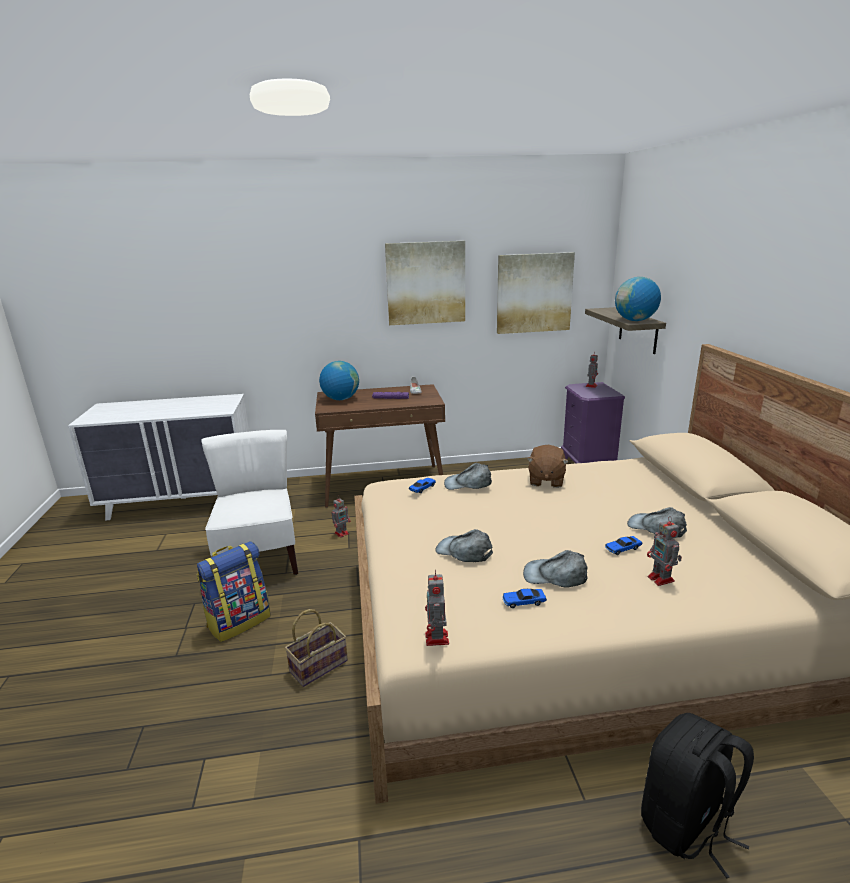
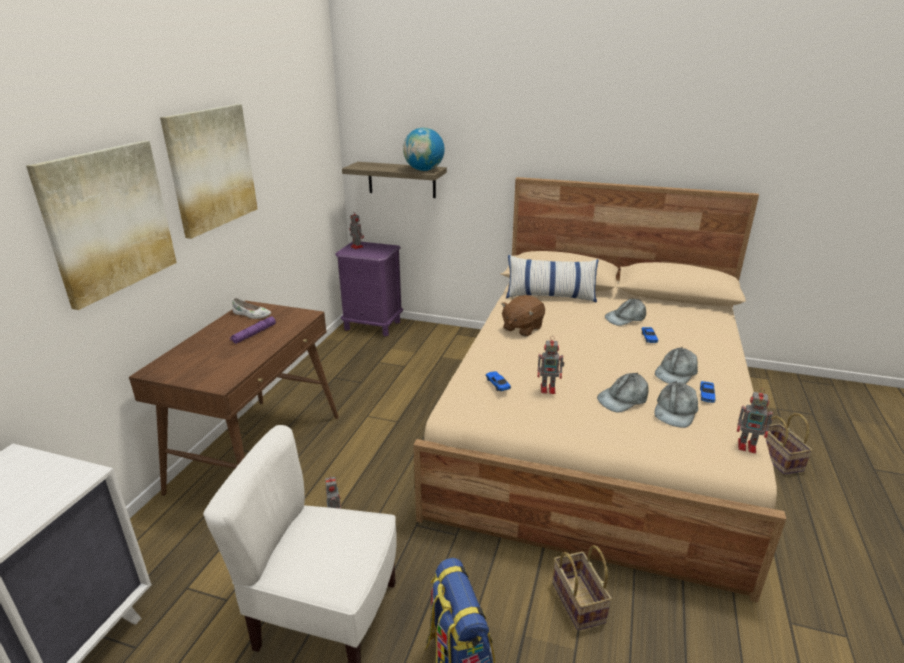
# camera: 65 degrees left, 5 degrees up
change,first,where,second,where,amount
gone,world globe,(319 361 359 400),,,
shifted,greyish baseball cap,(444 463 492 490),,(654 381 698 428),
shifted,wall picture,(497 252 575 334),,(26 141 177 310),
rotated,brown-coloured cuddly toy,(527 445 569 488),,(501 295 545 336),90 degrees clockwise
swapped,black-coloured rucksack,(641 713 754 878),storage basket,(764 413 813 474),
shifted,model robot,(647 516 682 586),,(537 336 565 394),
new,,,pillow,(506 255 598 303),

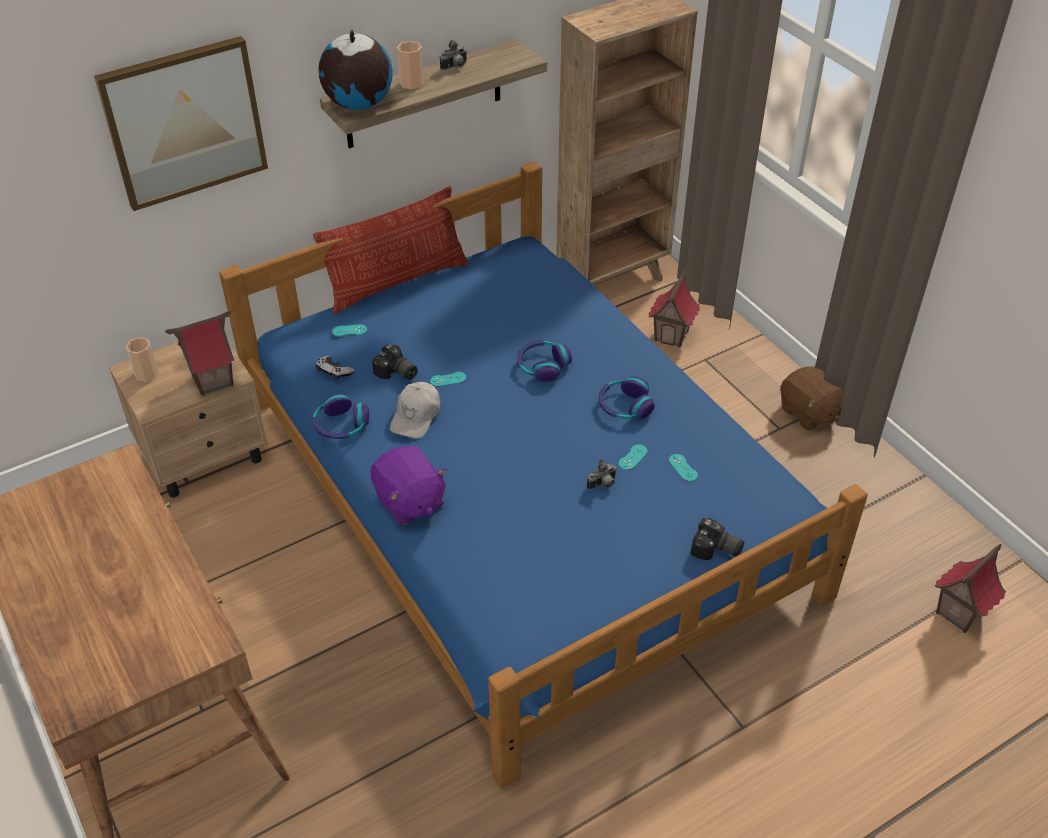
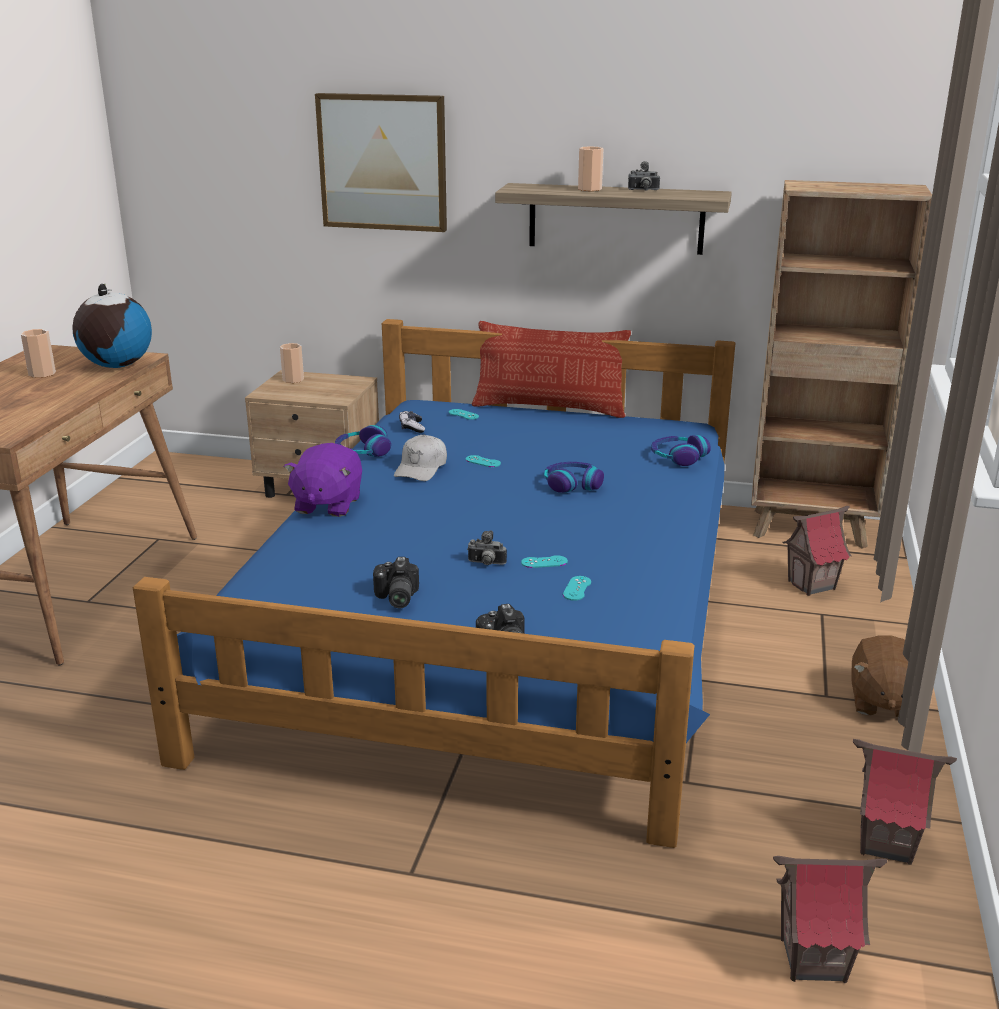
# camera: 45 degrees right, 20 degrees down
change,first,where,second,where,amount
shifted,toy house,(165 311 234 396),,(853 739 957 865),
shifted,world globe,(318 29 393 110),,(72 284 152 368),
shifted,still camera,(372 344 418 380),,(373 557 419 608),
rotated,white baseball cap,(390 382 440 439),,(394 435 447 481),45 degrees counterclockwise
shifted,headphones,(599 377 655 419),,(651 435 711 466),
new,,,drinking cup,(21 329 56 378),

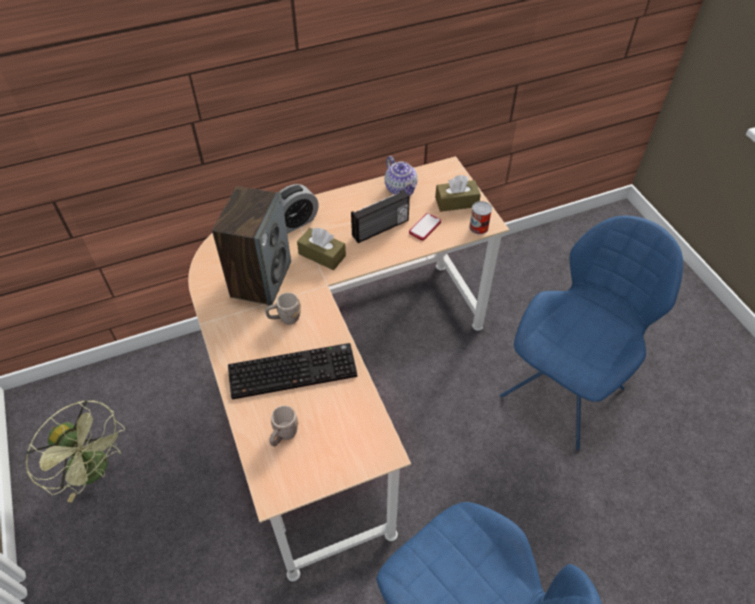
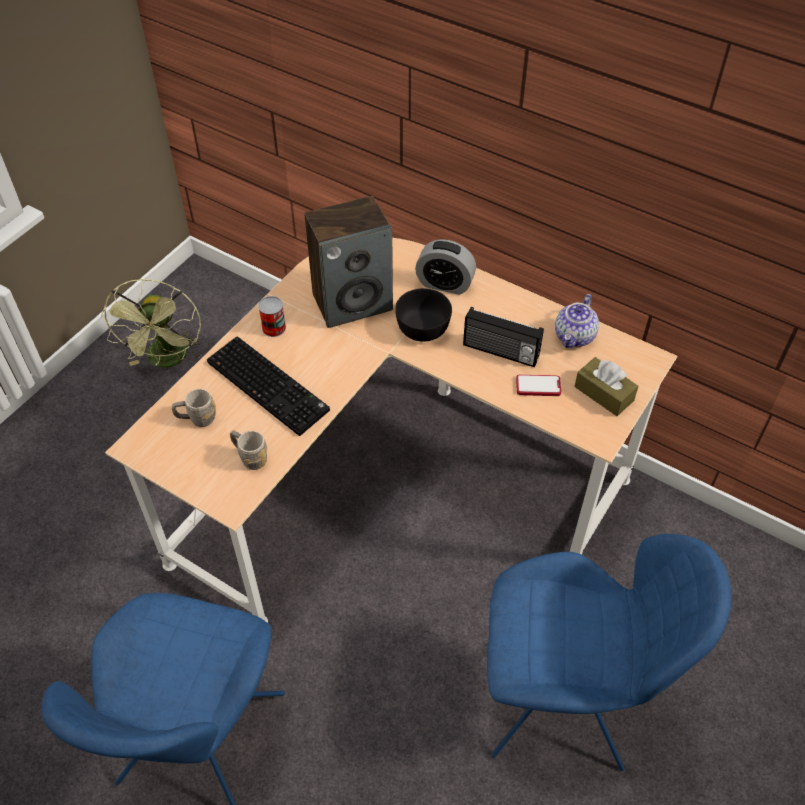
# camera: 55 degrees right, 0 degrees up
change,first,where,second,where,amount
shifted,greyish tea mug,(265 292 301 325),,(230 431 267 470),
swapped,brown-coloured tissue holder,(297 228 346 270),black-coloured serving bowl,(395 288 452 342),
shifted,sealed can,(469 201 492 234),,(258 296 286 337),

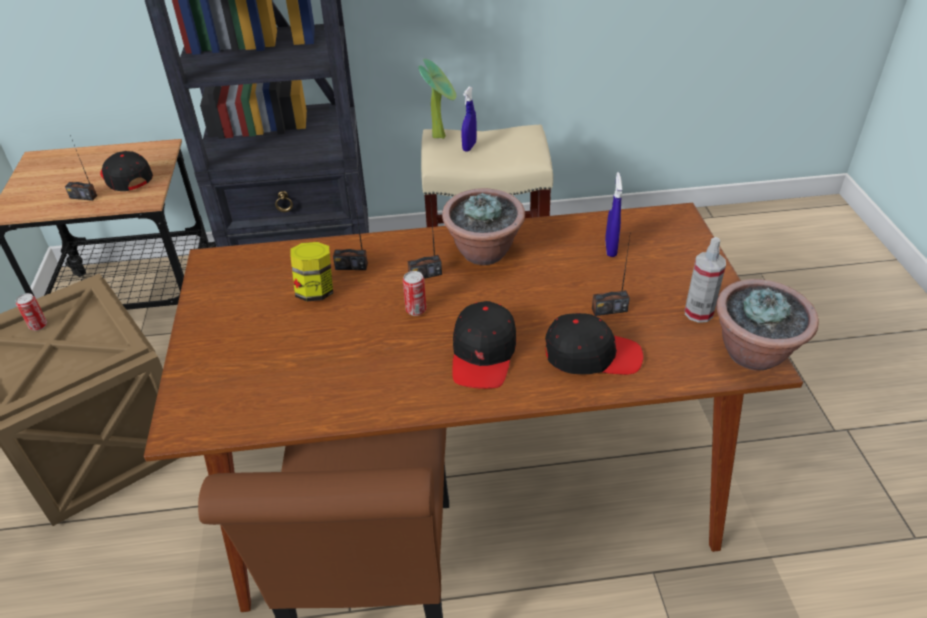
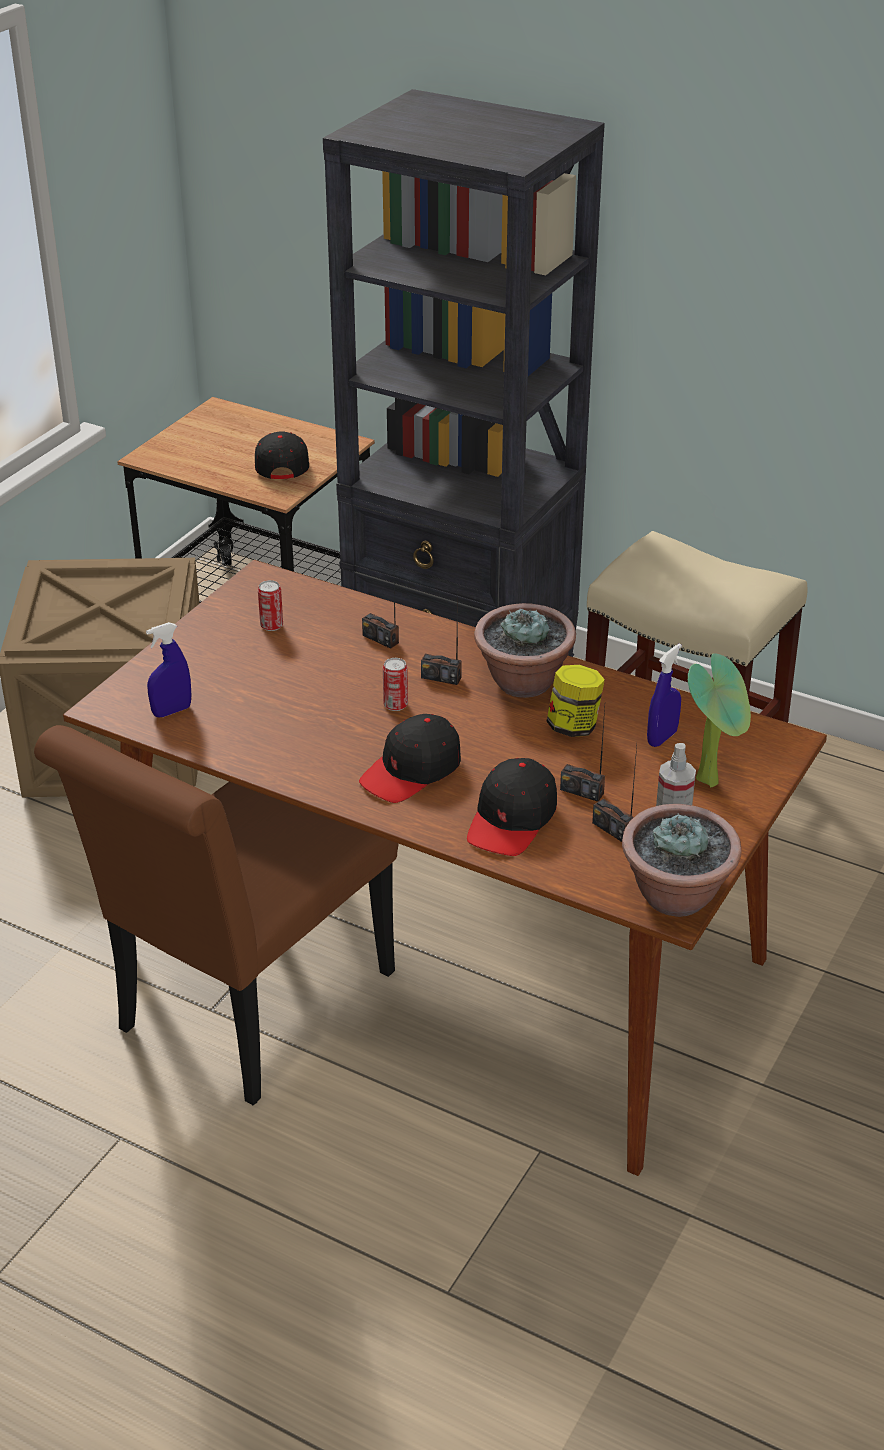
# camera: 35 degrees right, 5 degrees down
change,first,where,second,where,amount
shifted,sealed can,(16 293 47 331),,(258 580 283 631),
shifted,radio,(65 135 97 201),,(592 747 637 842),
shifted,preserve jar,(290 242 333 301),,(547 665 605 737),
shifted,potted plant,(418 59 456 139),,(688 653 751 787),
shifted,bluish hand sprayer,(462 86 477 152),,(146 622 191 717),
rotated,black-coloured baseball cap,(545 313 643 375),,(467 758 557 856),75 degrees clockwise

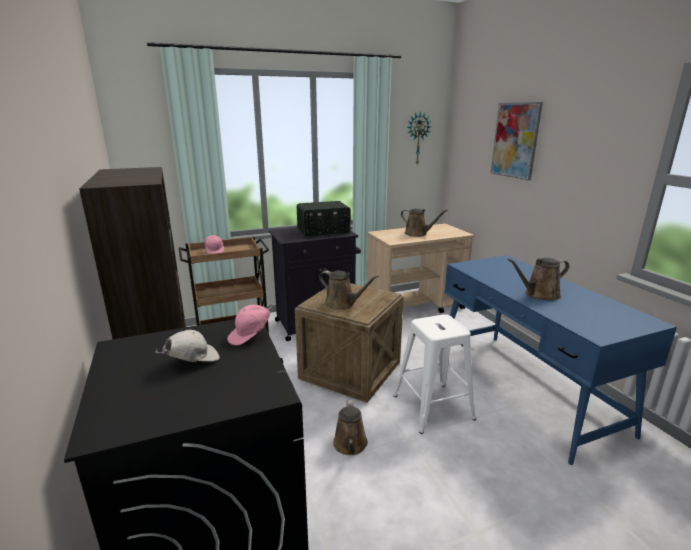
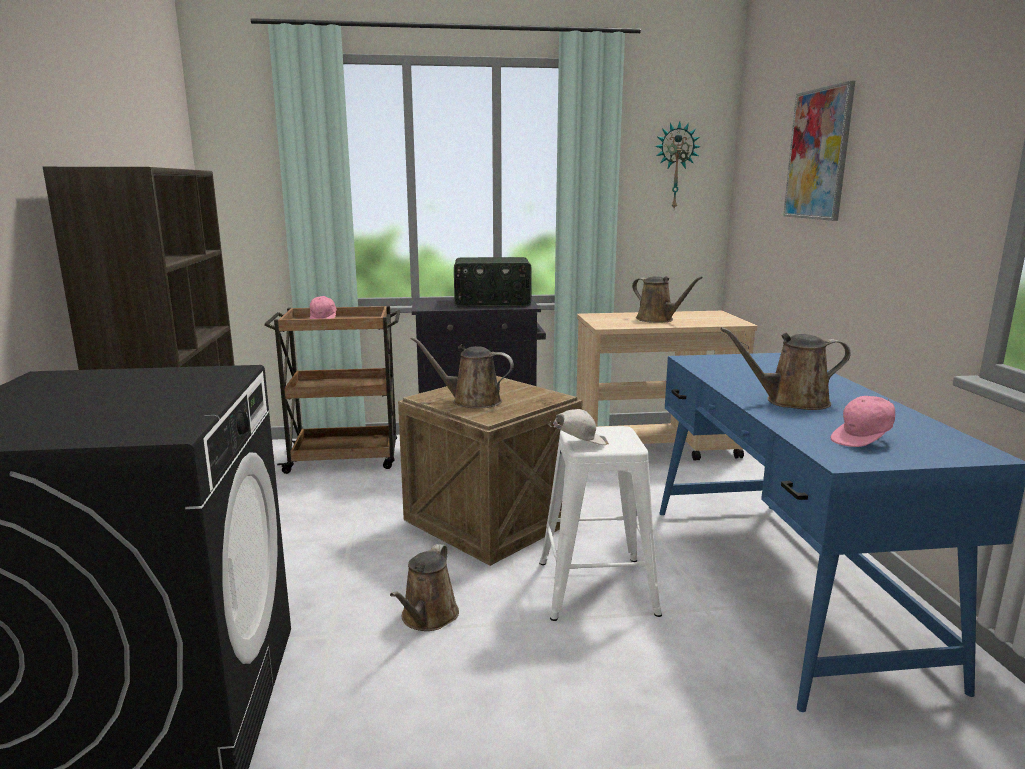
# camera: 15 degrees right, 5 degrees down
change,first,where,second,where,amount
shifted,white baseball cap,(155 330 220 362),,(549 409 606 445),
shifted,pinkish baseball cap,(227 304 272 345),,(831 396 895 447),
rotated,brown-coloured watering can,(319 271 379 310),,(411 337 514 408),150 degrees clockwise

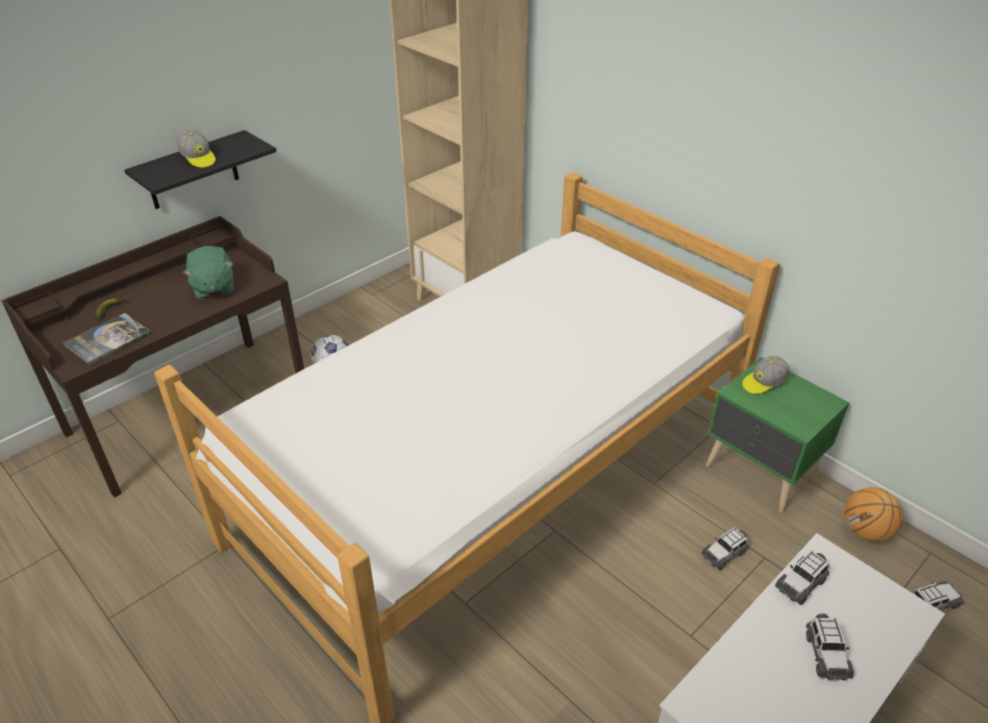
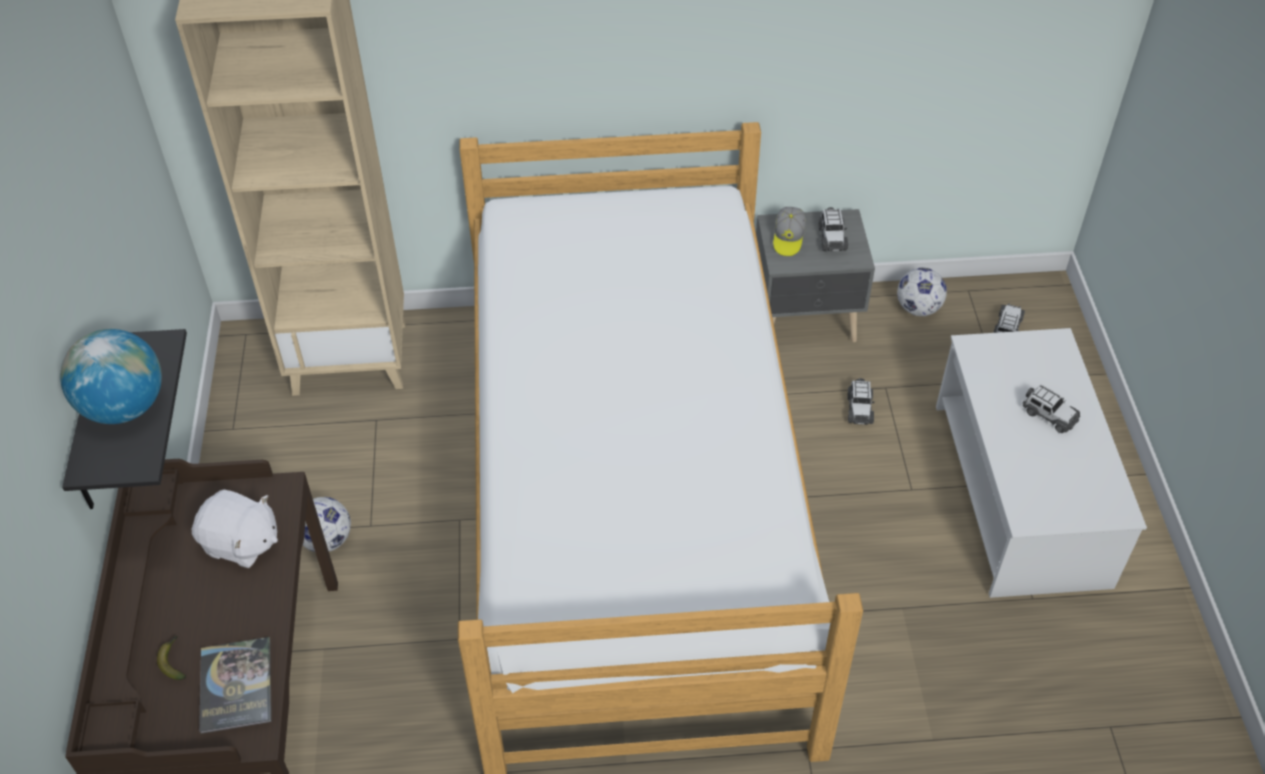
# camera: 50 degrees left, 10 degrees up
change,first,where,second,where,amount
swapped,baseball cap,(177 130 216 168),world globe,(60 329 162 424),
repainted,greenish cuddly toy,(183 246 234 300),white cuddly toy,(192 490 278 568),
repainted,greenish bedside table,(706 357 850 513),greyish bedside table,(756 209 875 342),
shifted,toy car,(775 550 829 605),,(818 207 848 251),
swapped,basketball,(845 487 904 542),football ball,(897 268 947 316),

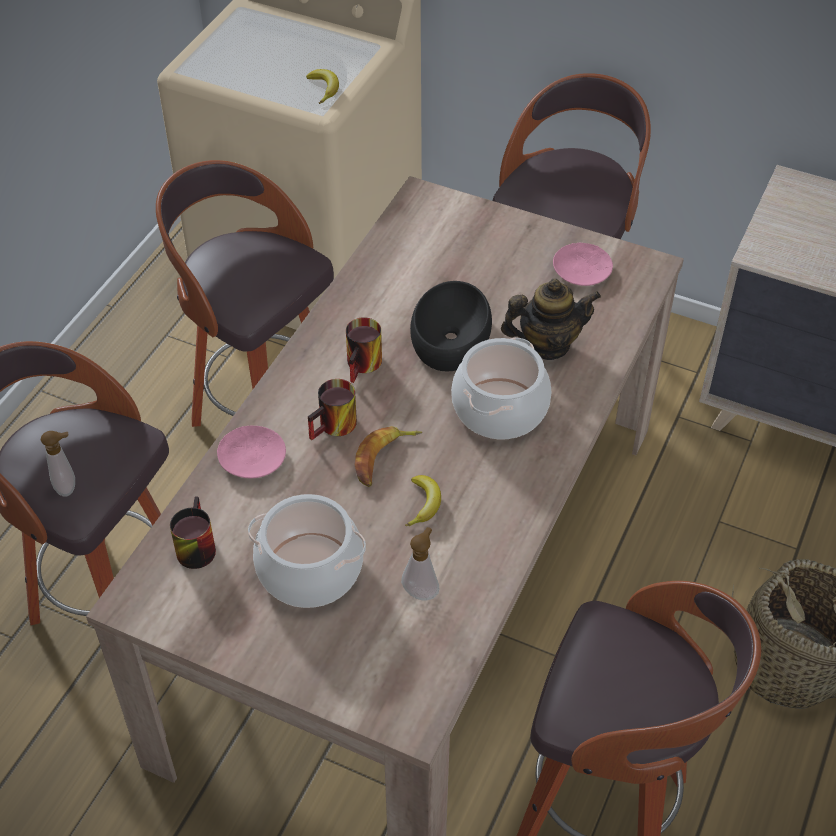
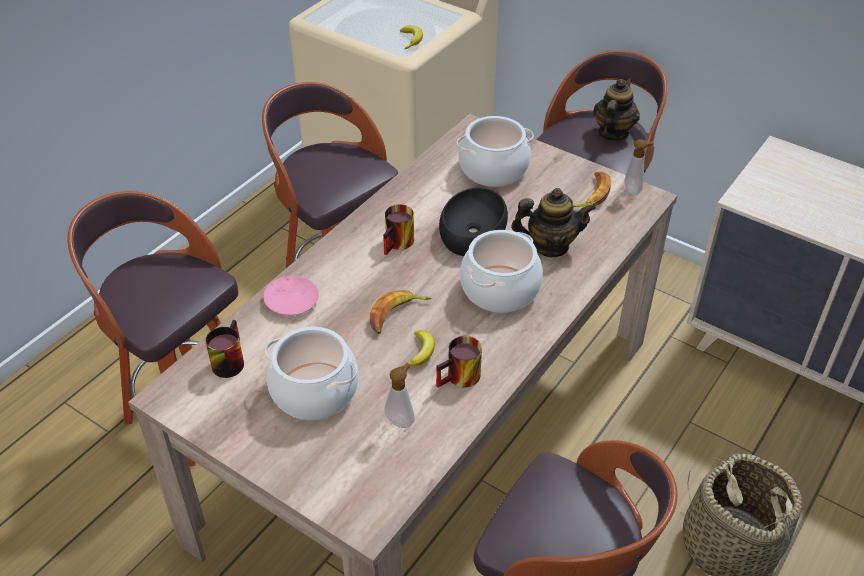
# camera: 10 degrees right, 5 degrees down
change,first,where,second,where,amount
shifted,soap dispenser,(41 431 75 496),,(624 139 654 195),
shifted,tea mug,(308 379 357 440),,(436 336 482 388),
swapped,pinkish dinner plate,(553 243 613 286),banana,(572 172 611 208),
new,,,saucepot,(457 116 534 187),
new,,,teapot,(593 78 640 141),

